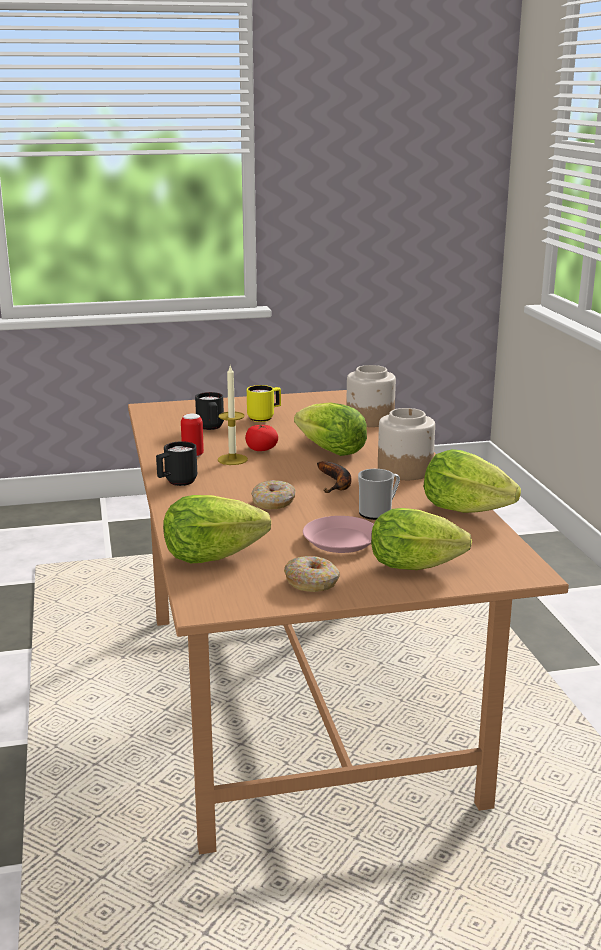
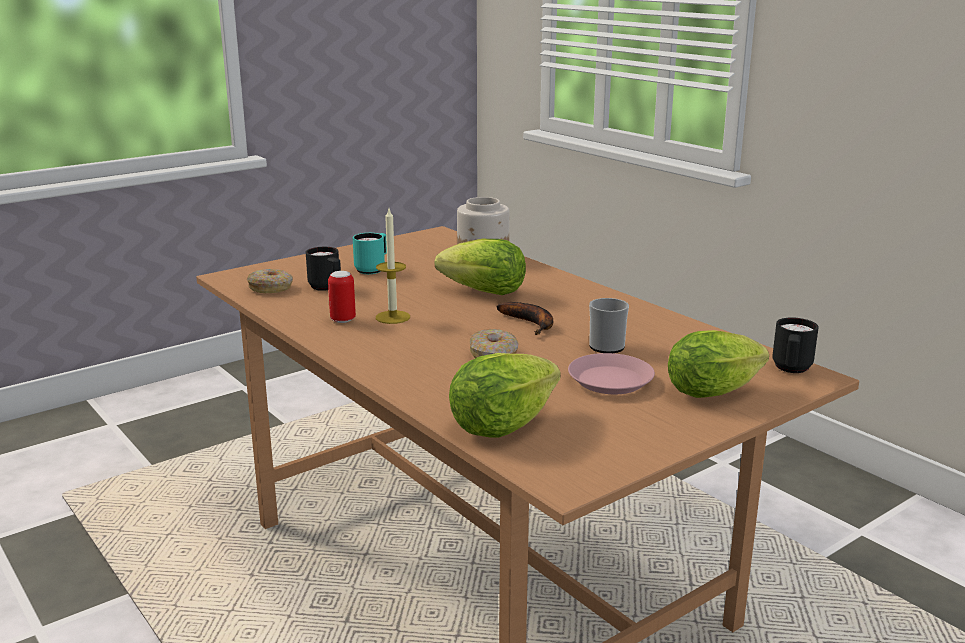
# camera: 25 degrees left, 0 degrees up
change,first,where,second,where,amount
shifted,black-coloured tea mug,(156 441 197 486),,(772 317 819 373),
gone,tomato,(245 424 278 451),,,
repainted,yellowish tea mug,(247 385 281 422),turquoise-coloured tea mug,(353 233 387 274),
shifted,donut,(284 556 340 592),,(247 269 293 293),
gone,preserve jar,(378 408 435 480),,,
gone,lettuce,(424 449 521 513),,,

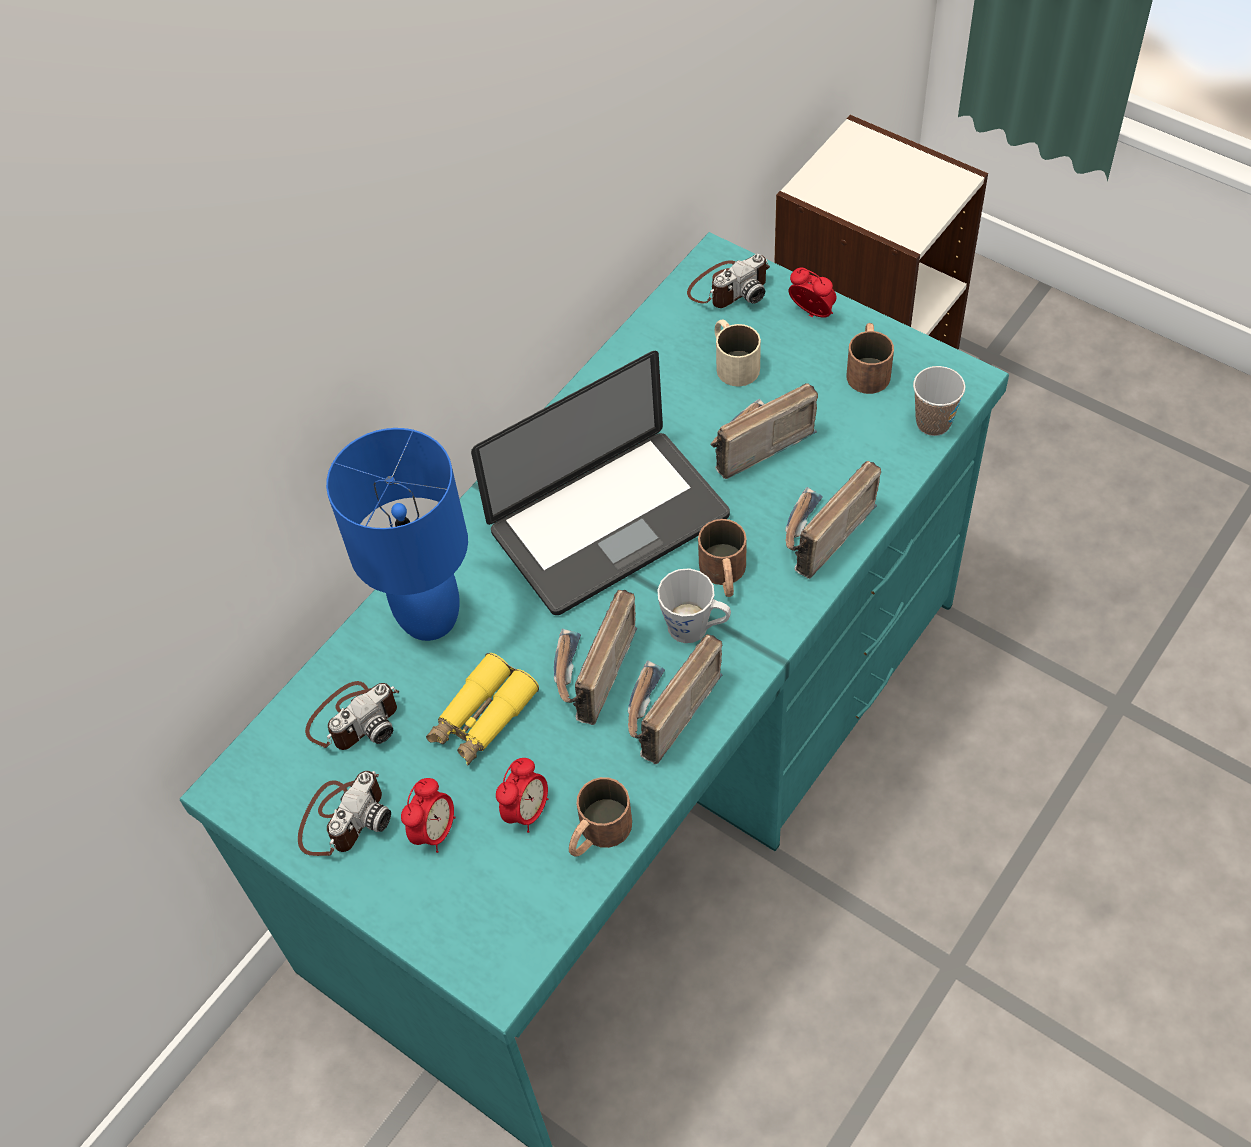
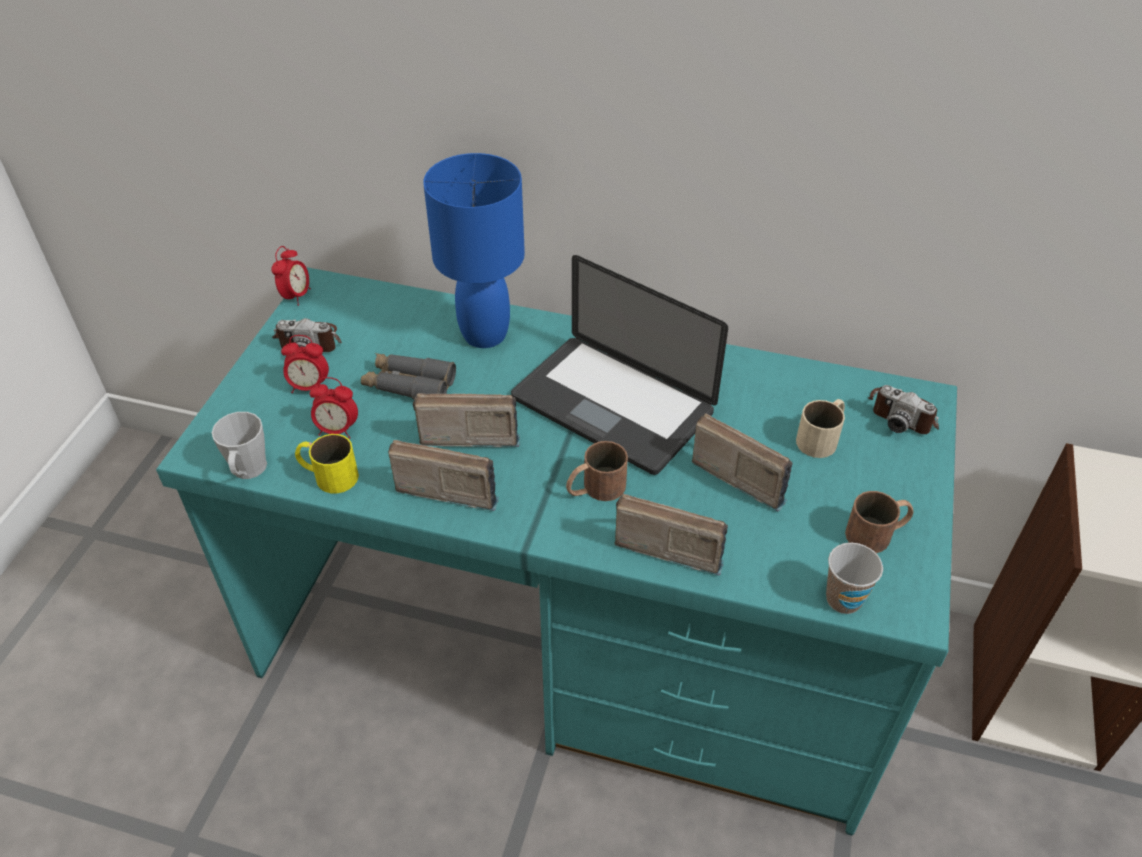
# camera: 65 degrees right, 10 degrees down
change,first,where,second,where,amount
gone,still camera,(305 681 399 750),,,
repainted,yellowish pair of binoculars,(426 653 539 766),greyish pair of binoculars,(361 353 456 400),
repainted,brown-coloured tea mug,(569 777 632 857),yellowish tea mug,(295 434 359 493),
shifted,greyish tea mug,(657 568 731 643),,(212 412 267 479),
shifted,alarm clock,(788 268 837 318),,(271 246 311 306),

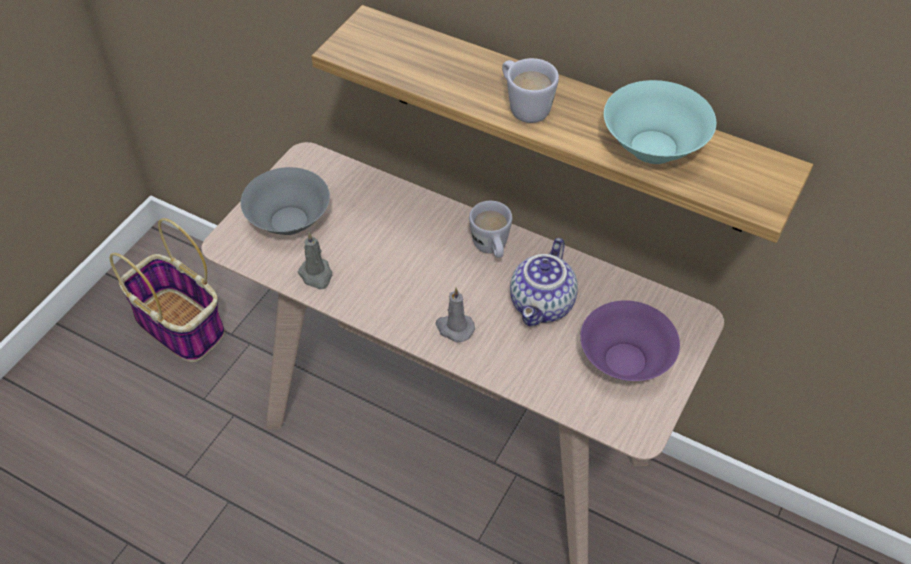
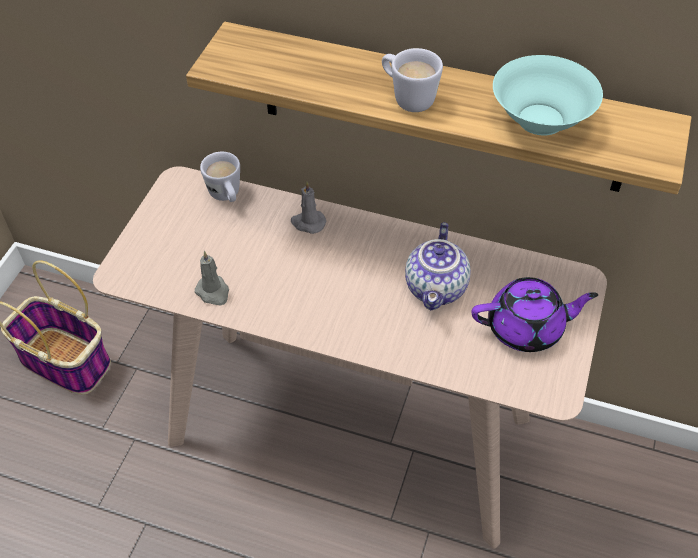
# camera: 10 degrees left, 0 degrees up
change,first,where,second,where,amount
gone,greyish serving bowl,(241 167 330 235),,,
shifted,greyish candle,(436 288 475 342),,(291 182 326 234),
shifted,white tea mug,(469 201 512 258),,(200 152 240 202),
swapped,purple serving bowl,(580 300 680 381),purple teapot,(471 277 598 352),

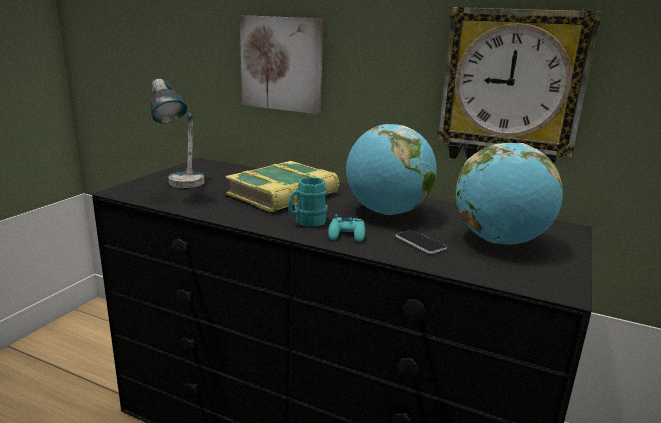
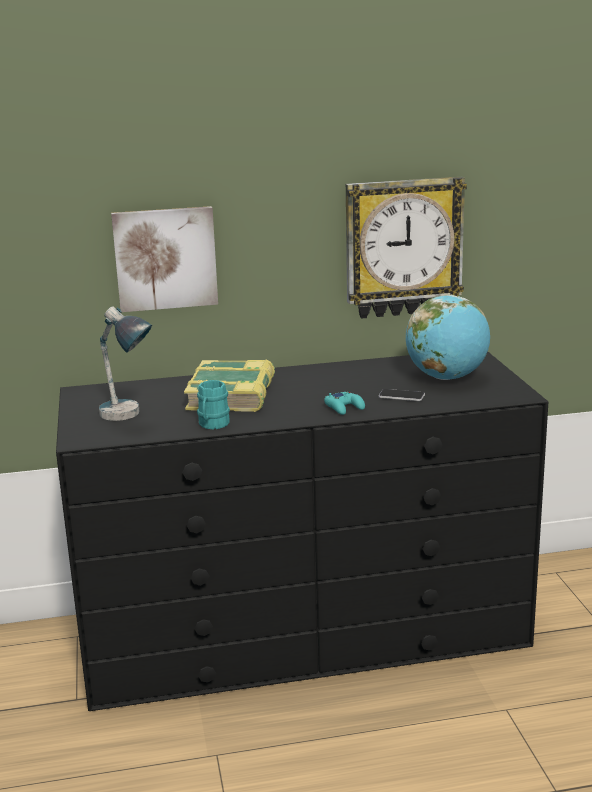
# camera: 35 degrees left, 0 degrees up
change,first,where,second,where,amount
shifted,turquoise-coloured tea mug,(288 177 328 227),,(197 380 230 430),
gone,world globe,(346 124 437 215),,,

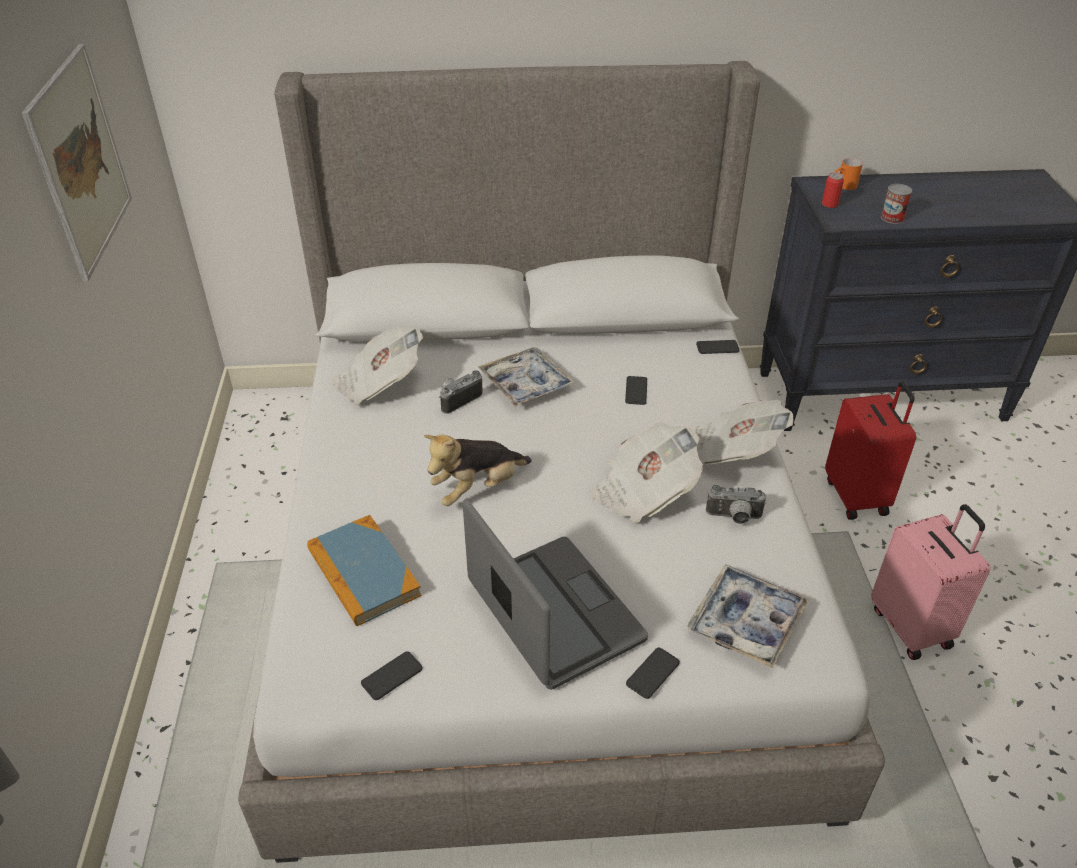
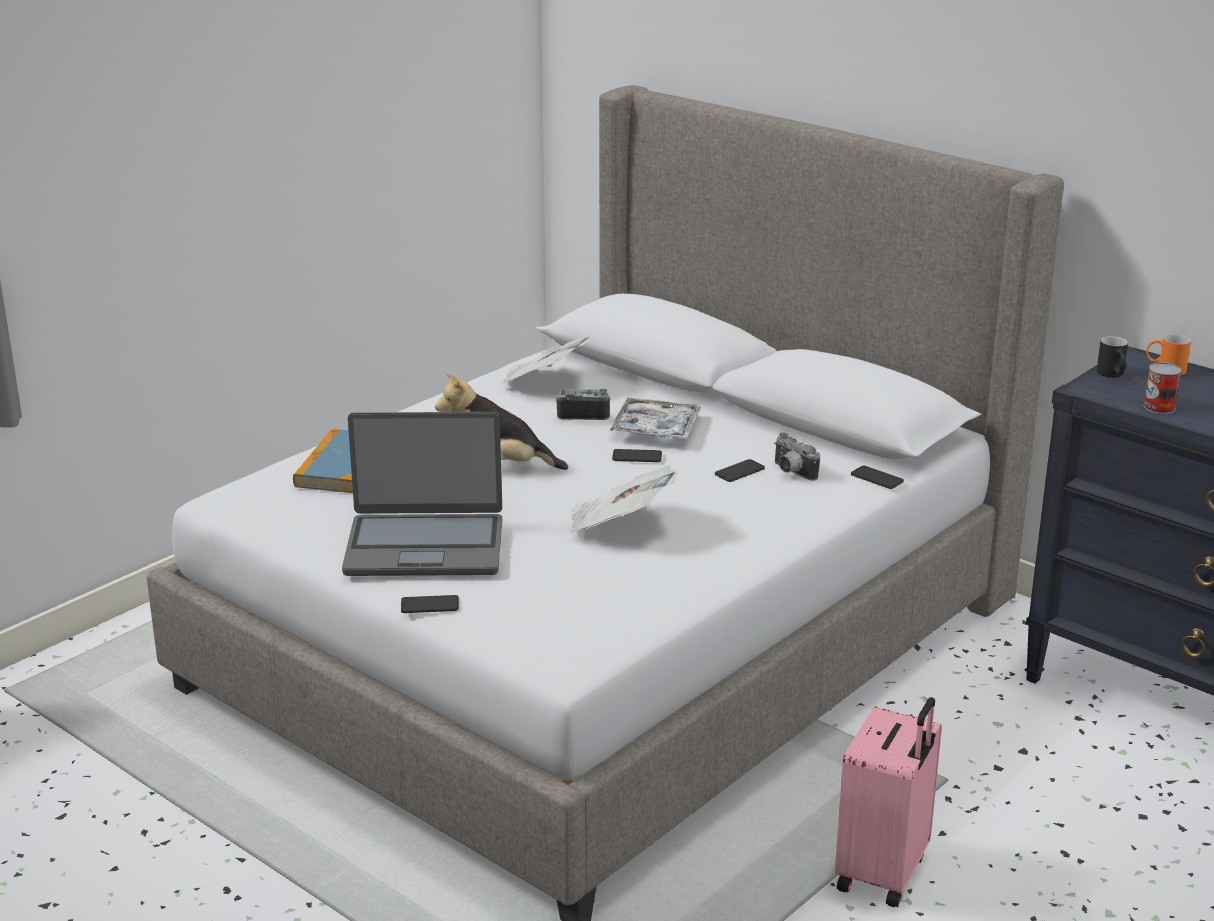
# camera: 45 degrees right, 15 degrees down
change,first,where,second,where,amount
gone,wall picture,(22 44 132 281),,,
shifted,handset,(361 651 422 700),,(612 449 662 462),
rotated,laptop,(463 499 648 690),,(342 412 502 576),75 degrees clockwise
gone,serving tray,(687 564 809 668),,,
gone,printed paper,(691 400 794 465),,,
shifted,still camera,(706 485 766 524),,(774 432 820 481),
swapped,sealed can,(822 172 844 208),black-coloured tea mug,(1097 336 1128 378),
gone,reddish suitcase,(825 381 916 520),,,

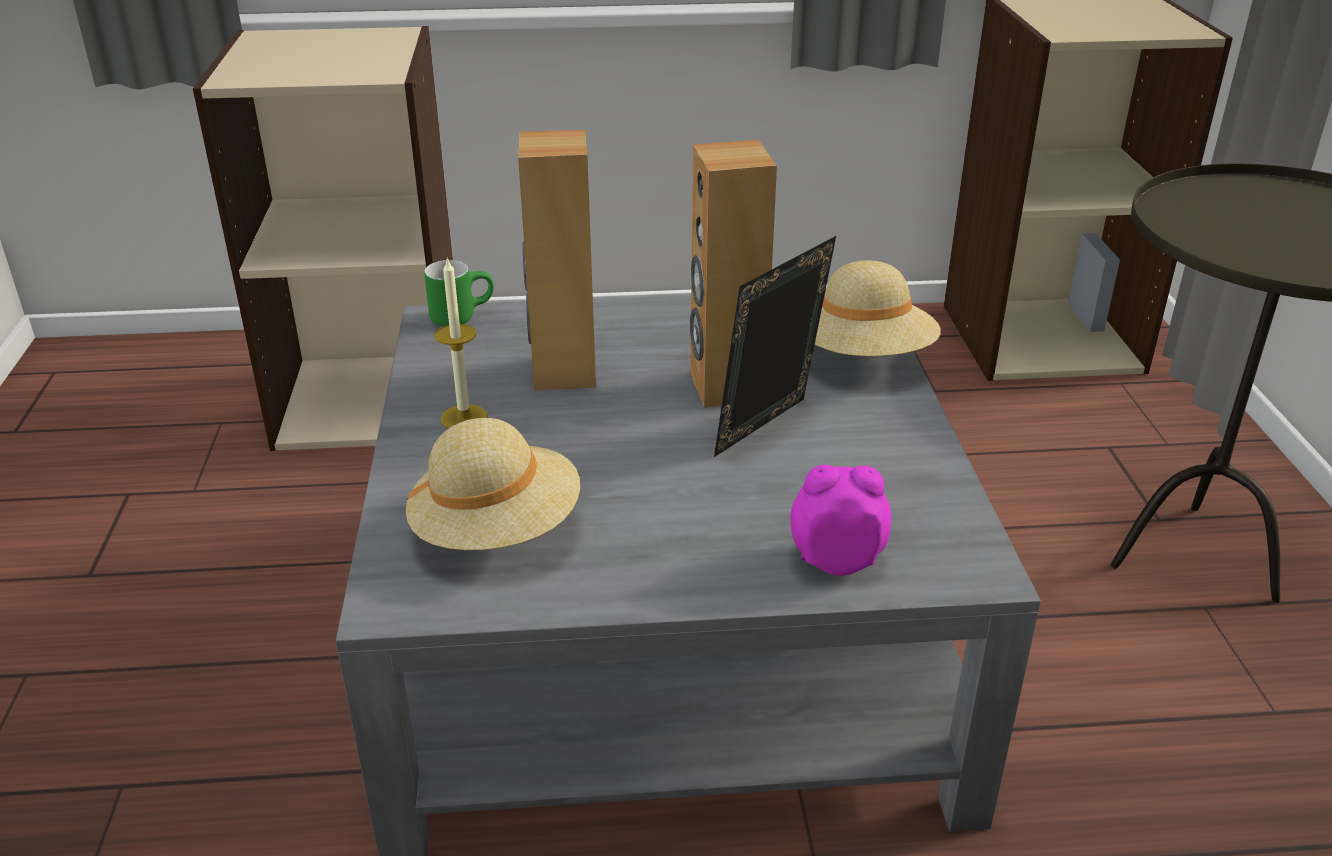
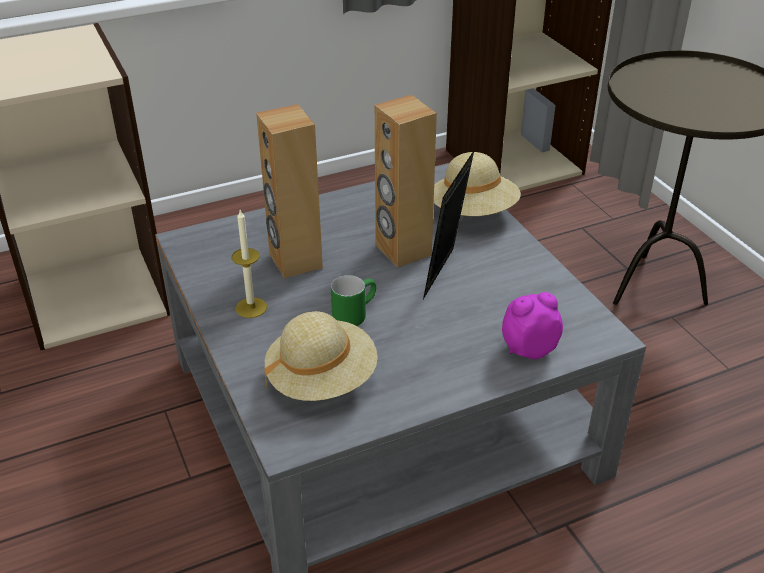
# camera: 20 degrees left, 5 degrees up
change,first,where,second,where,amount
shifted,greenish tea mug,(424 260 494 326),,(331 275 376 326),

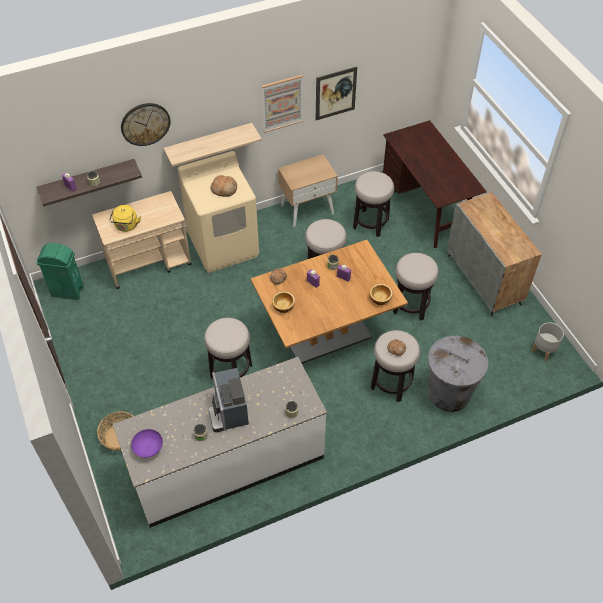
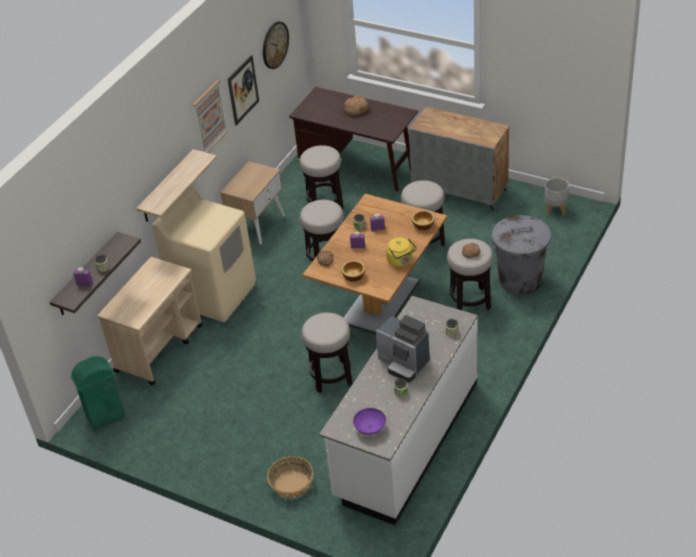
# camera: 35 degrees left, 10 degrees down
change,first,where,second,where,amount
shifted,yellowish kettle,(109 205 141 232),,(386 237 417 267),
shifted,wall clock,(121 103 170 146),,(263 21 289 69),
shifted,bread,(211 175 237 197),,(344 95 369 116),

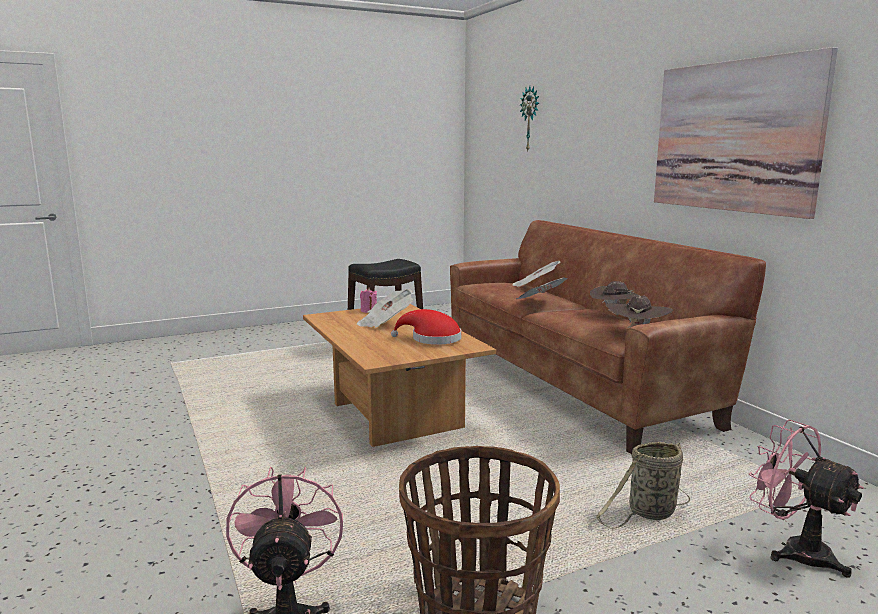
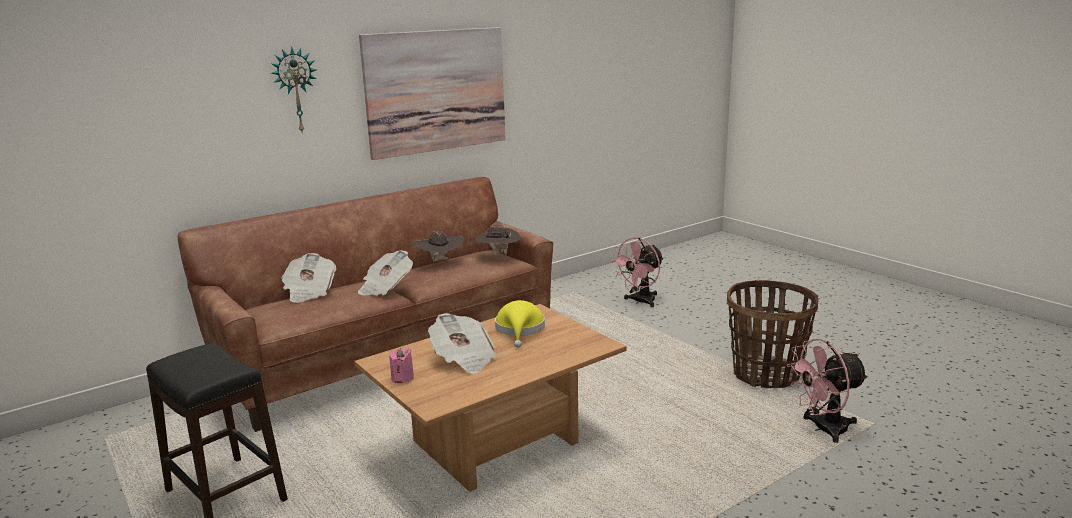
# camera: 100 degrees left, 5 degrees up
change,first,where,second,where,amount
repainted,reddish clothing hat,(391 309 462 345),yellowish clothing hat,(495 300 545 348),
shifted,wall clock,(520 86 539 151),,(271 46 317 134),
gone,storage basket,(596 442 690 529),,,

